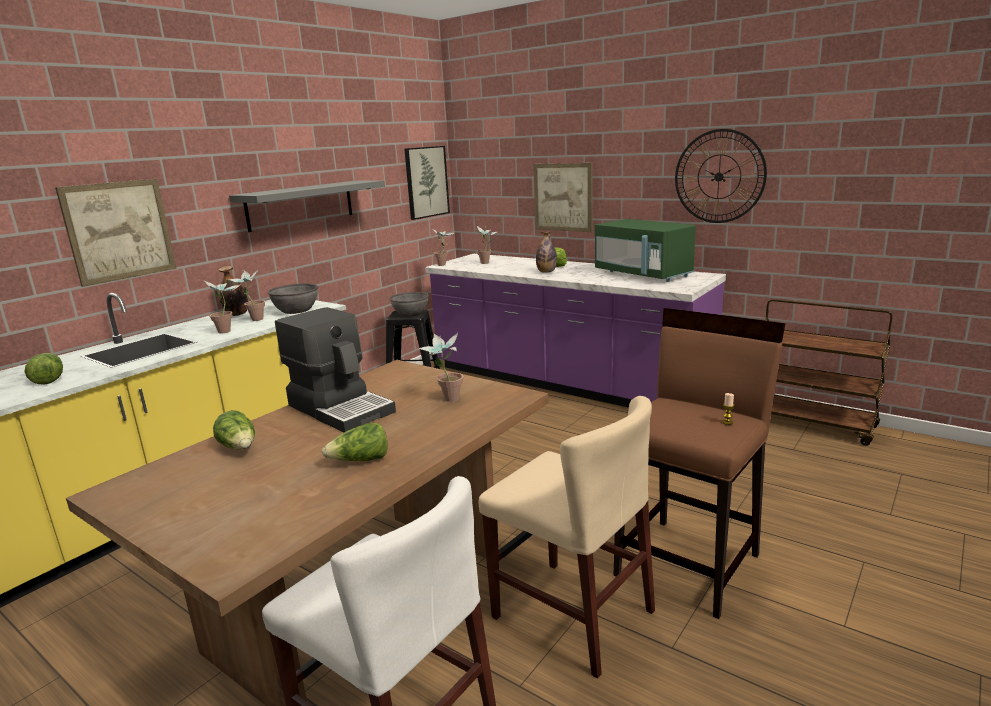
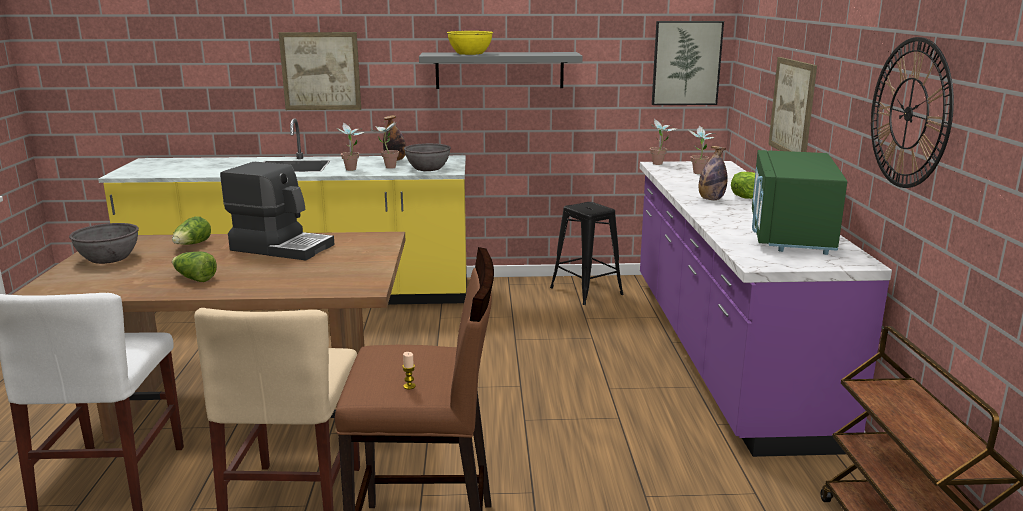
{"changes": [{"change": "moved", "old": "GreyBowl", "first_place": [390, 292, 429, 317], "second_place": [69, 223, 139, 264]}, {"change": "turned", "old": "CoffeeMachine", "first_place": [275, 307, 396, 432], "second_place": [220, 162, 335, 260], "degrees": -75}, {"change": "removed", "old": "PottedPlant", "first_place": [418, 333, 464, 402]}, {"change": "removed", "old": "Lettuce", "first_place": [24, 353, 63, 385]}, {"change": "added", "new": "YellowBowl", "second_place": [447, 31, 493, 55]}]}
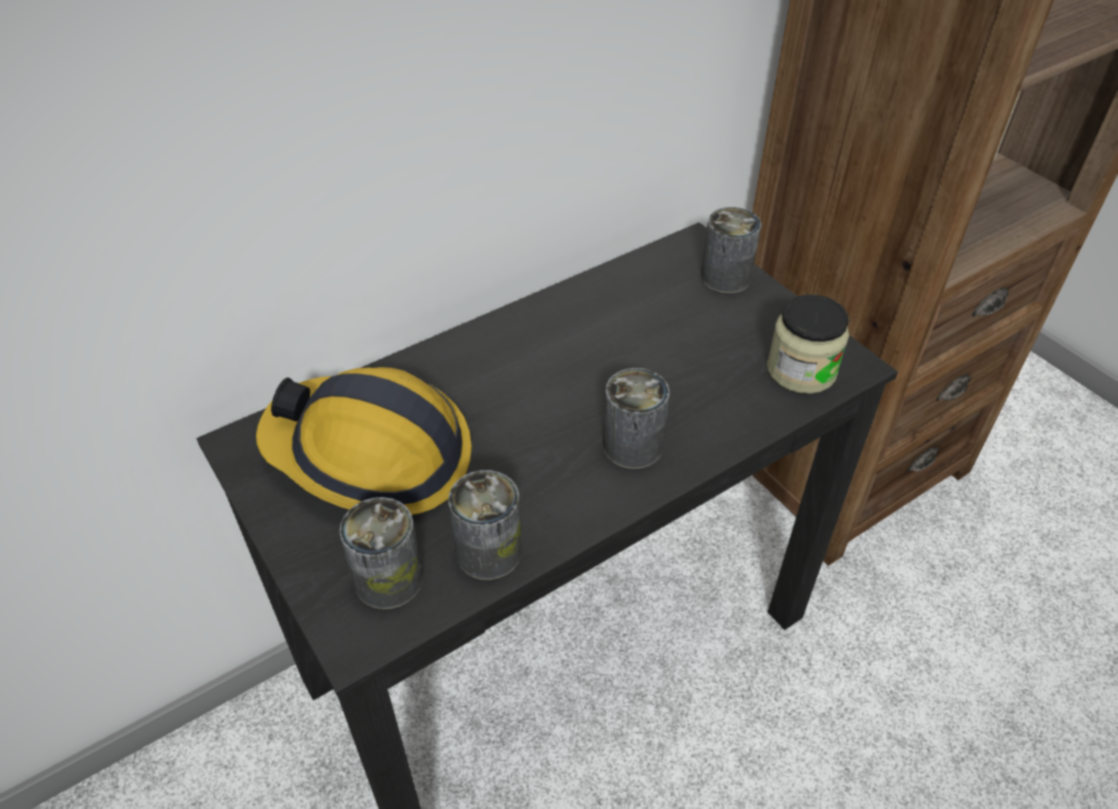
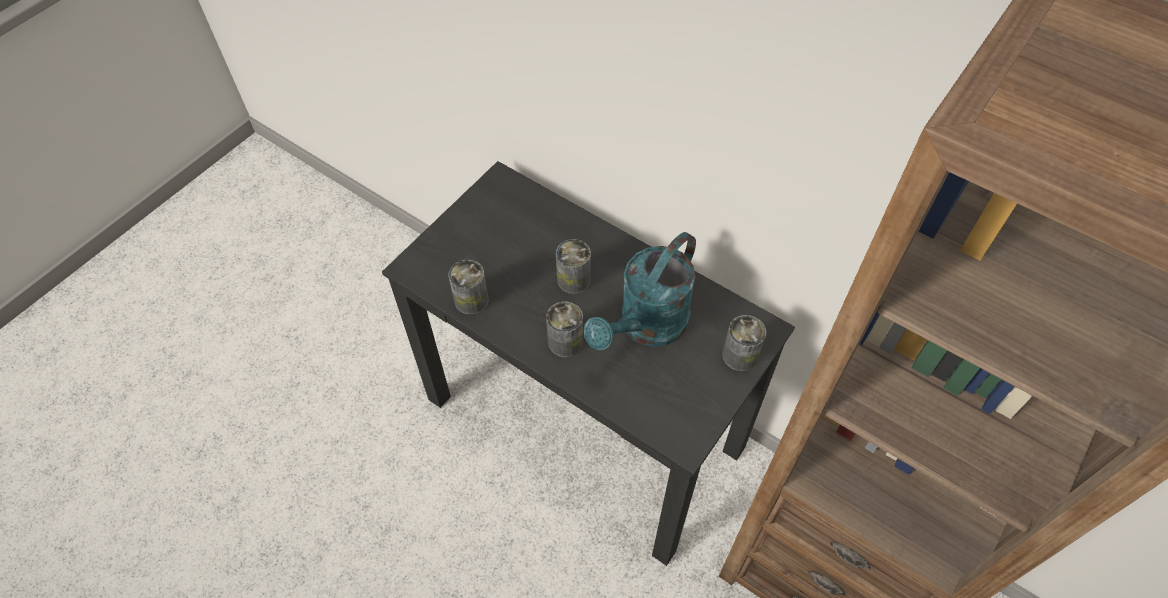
{"changes": [{"change": "removed", "old": "Jar", "first_place": [767, 294, 849, 394]}, {"change": "removed", "old": "HardHat", "first_place": [256, 367, 472, 515]}, {"change": "moved", "old": "Can", "first_place": [339, 497, 423, 610], "second_place": [556, 239, 591, 294]}, {"change": "added", "new": "TurquoiseWateringCan", "second_place": [584, 232, 696, 350]}]}
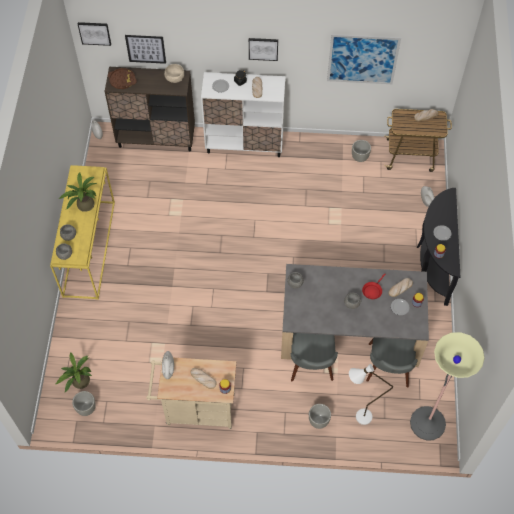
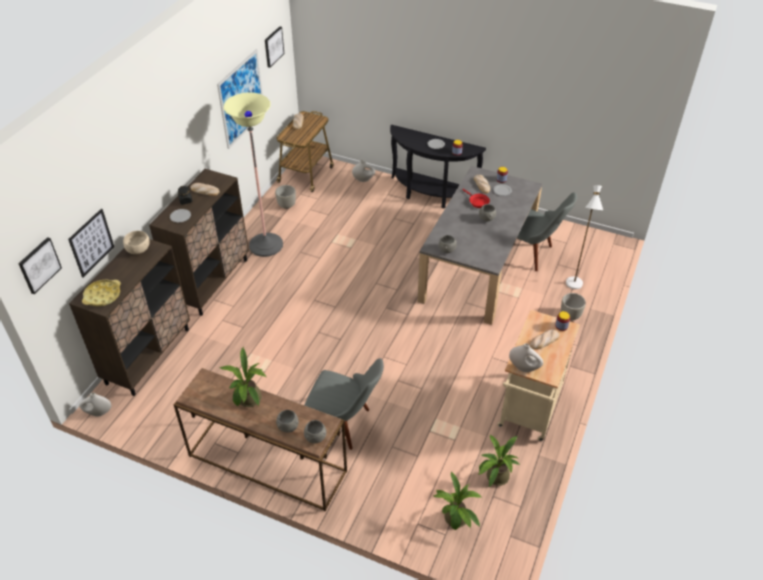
{"changes": [{"change": "moved", "old": "Picture", "first_place": [249, 38, 278, 61], "second_place": [265, 27, 284, 68]}, {"change": "recoloured", "old": "BrownTray", "new": "YellowTray", "first_place": [108, 68, 137, 89], "second_place": [82, 279, 121, 307]}, {"change": "recoloured", "old": "WhiteCabinet", "new": "BrownCabinet", "first_place": [201, 72, 286, 157], "second_place": [149, 169, 249, 316]}, {"change": "recoloured", "old": "YellowConsoleTable", "new": "BrownConsoleTable", "first_place": [50, 165, 115, 300], "second_place": [174, 368, 347, 511]}, {"change": "moved", "old": "FloorLamp", "first_place": [410, 332, 485, 441], "second_place": [224, 92, 283, 257]}, {"change": "moved", "old": "GreyChair", "first_place": [291, 333, 338, 381], "second_place": [305, 358, 384, 450]}, {"change": "removed", "old": "GreyPlanter", "first_place": [72, 391, 96, 416]}, {"change": "added", "new": "PottedPlant", "second_place": [478, 435, 520, 487]}]}
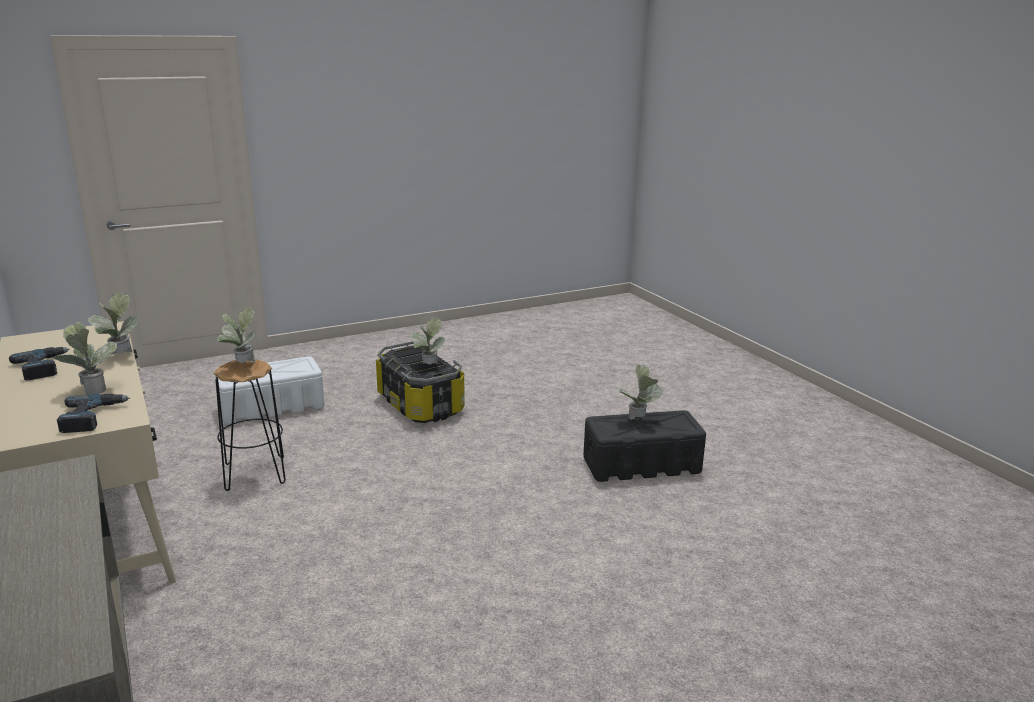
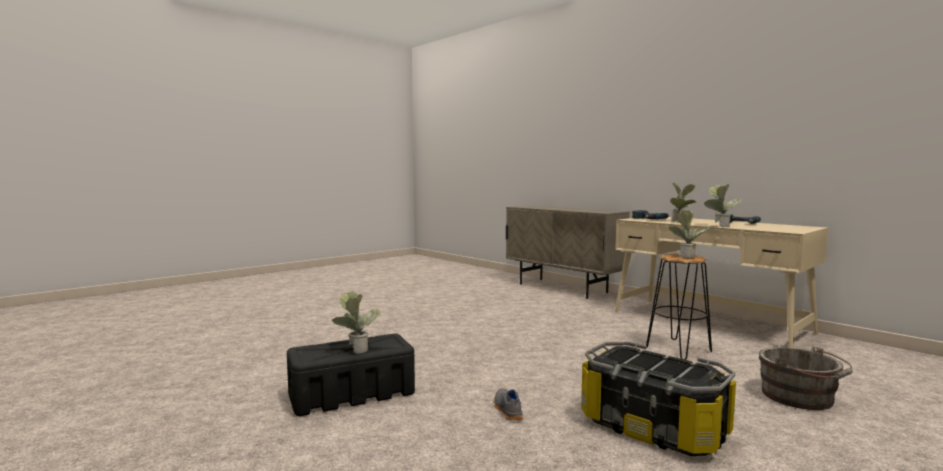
{"changes": [{"change": "removed", "old": "PottedPlant", "first_place": [411, 317, 445, 365]}, {"change": "replaced", "old": "WhiteStorageBox", "new": "GreyBucket", "first_place": [215, 356, 325, 425], "second_place": [759, 345, 853, 410]}, {"change": "added", "new": "GreyShoe", "second_place": [494, 388, 523, 420]}]}
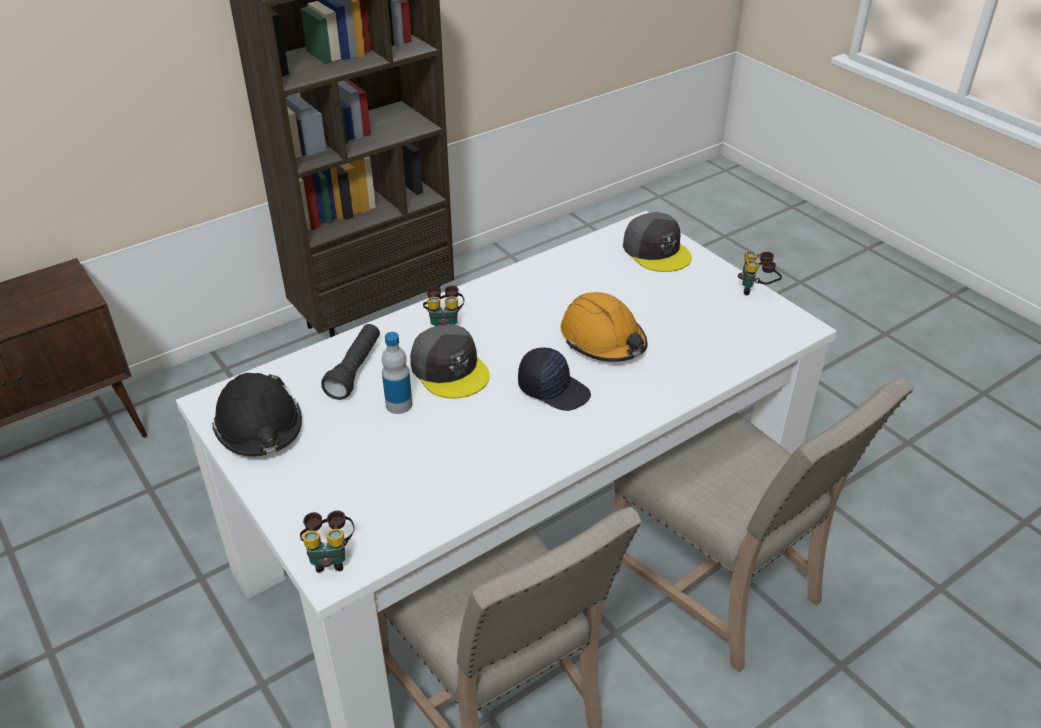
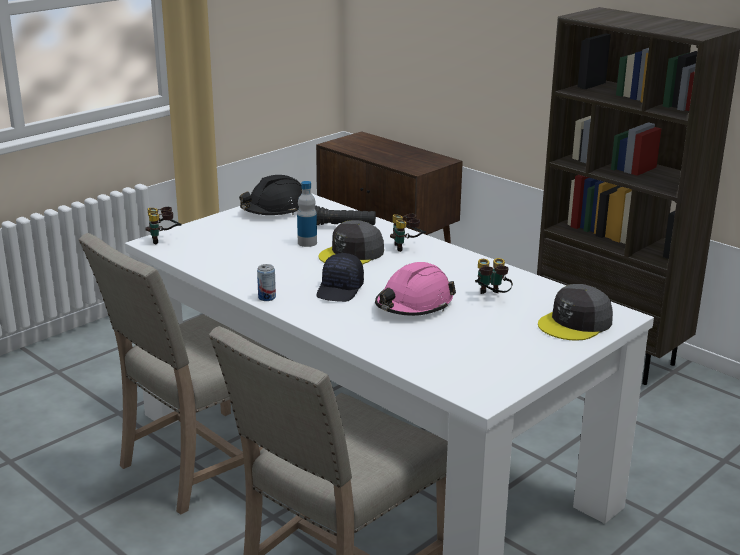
{"changes": [{"change": "moved", "old": "Binoculars", "first_place": [738, 251, 782, 296], "second_place": [475, 258, 513, 294]}, {"change": "recoloured", "old": "OrangeHardHat", "new": "PinkHardHat", "first_place": [561, 292, 648, 362], "second_place": [375, 262, 456, 316]}, {"change": "added", "new": "Can", "second_place": [257, 264, 276, 301]}]}
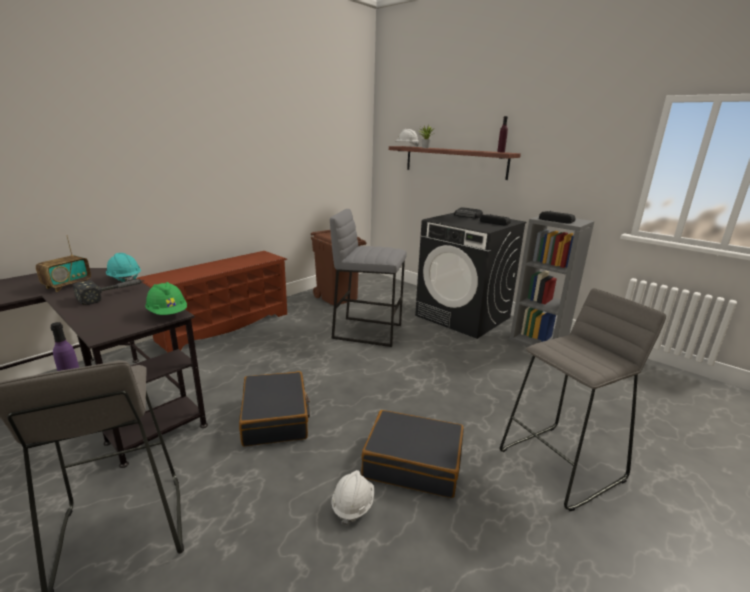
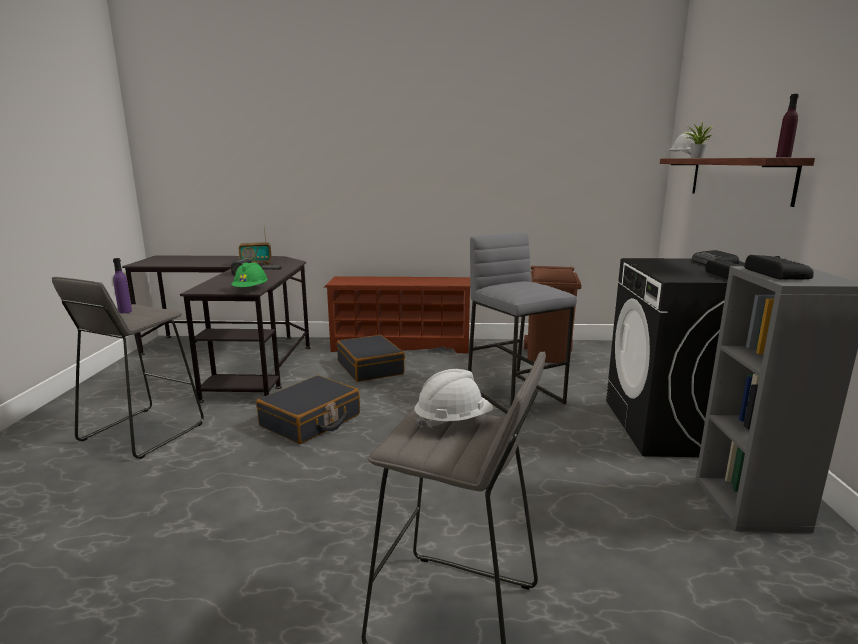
{"changes": [{"change": "removed", "old": "TurquoiseHardHat", "first_place": [106, 253, 141, 282]}, {"change": "moved", "old": "BlackSuitcase", "first_place": [361, 410, 464, 498], "second_place": [337, 335, 405, 382]}, {"change": "moved", "old": "WhiteHardHat", "first_place": [331, 470, 374, 526], "second_place": [414, 369, 493, 429]}]}
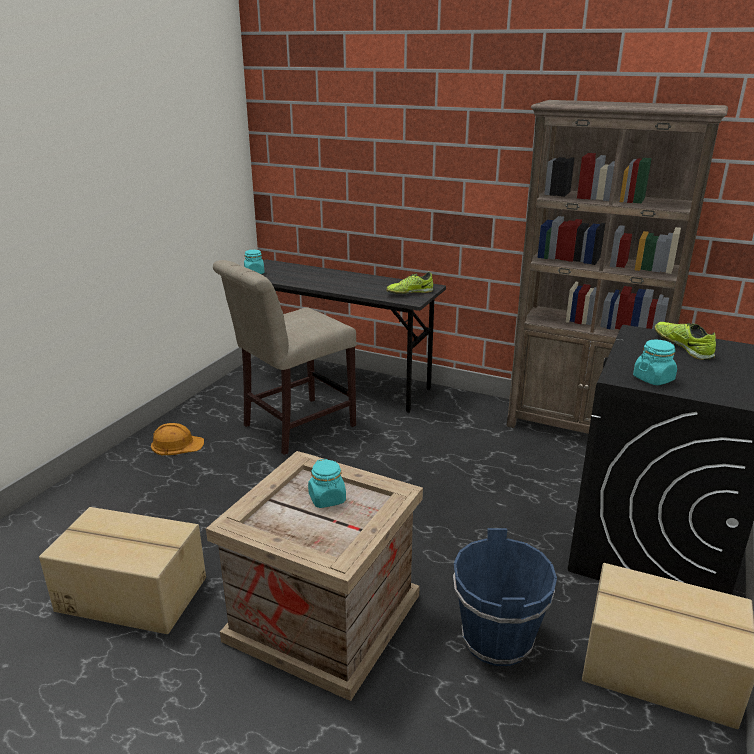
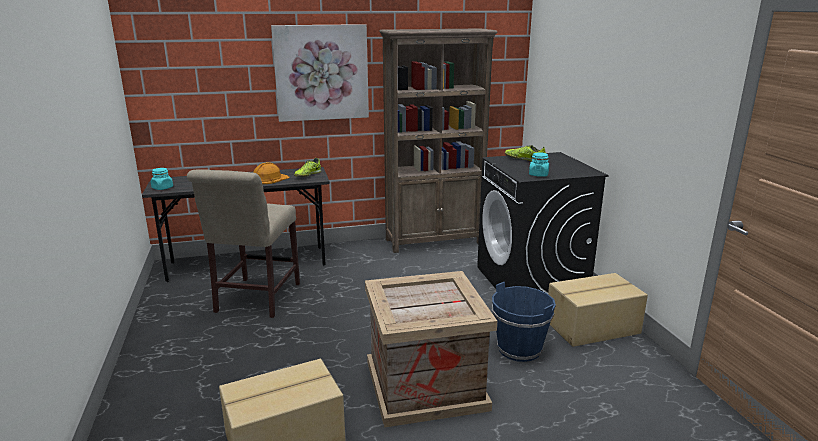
{"changes": [{"change": "moved", "old": "OrangeHardHat", "first_place": [151, 423, 204, 455], "second_place": [253, 162, 289, 184]}, {"change": "removed", "old": "TurquoiseJar", "first_place": [308, 459, 346, 508]}, {"change": "added", "new": "Picture", "second_place": [271, 24, 369, 122]}]}
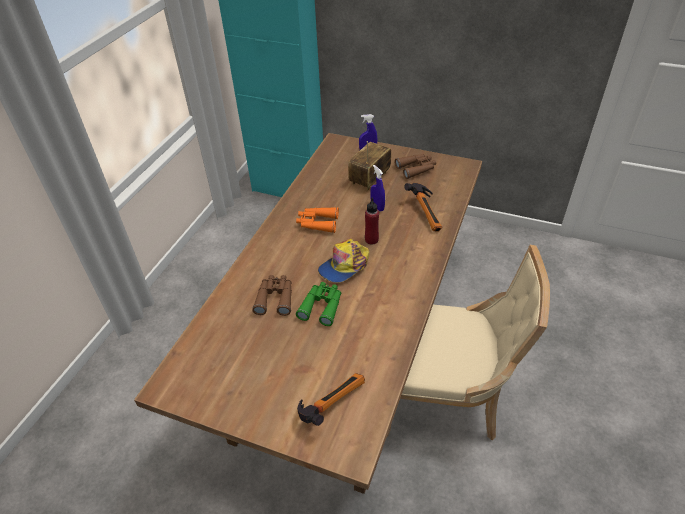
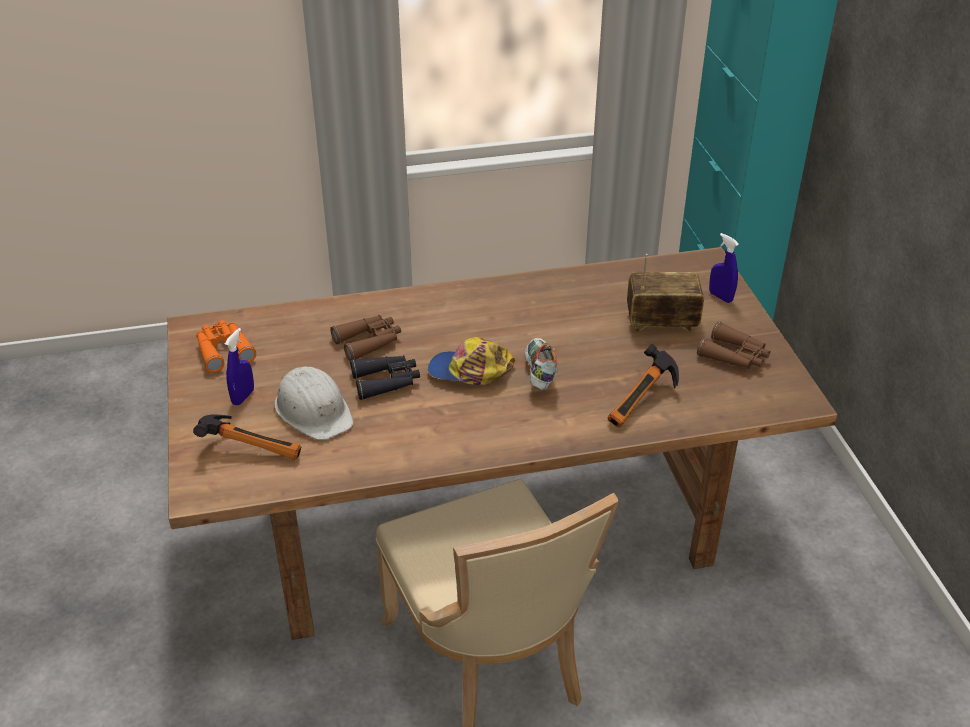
{"changes": [{"change": "moved", "old": "BlueSprayBottle", "first_place": [370, 165, 385, 211], "second_place": [225, 328, 254, 405]}, {"change": "replaced", "old": "RedBottle", "new": "Shoe", "first_place": [365, 198, 379, 245], "second_place": [524, 338, 557, 390]}, {"change": "moved", "old": "OrangeBinoculars", "first_place": [296, 207, 339, 233], "second_place": [196, 320, 256, 373]}, {"change": "recoloured", "old": "GreenBinoculars", "new": "BlackBinoculars", "first_place": [296, 282, 341, 326], "second_place": [350, 355, 420, 400]}, {"change": "added", "new": "WhiteHardHat", "second_place": [275, 366, 354, 440]}]}
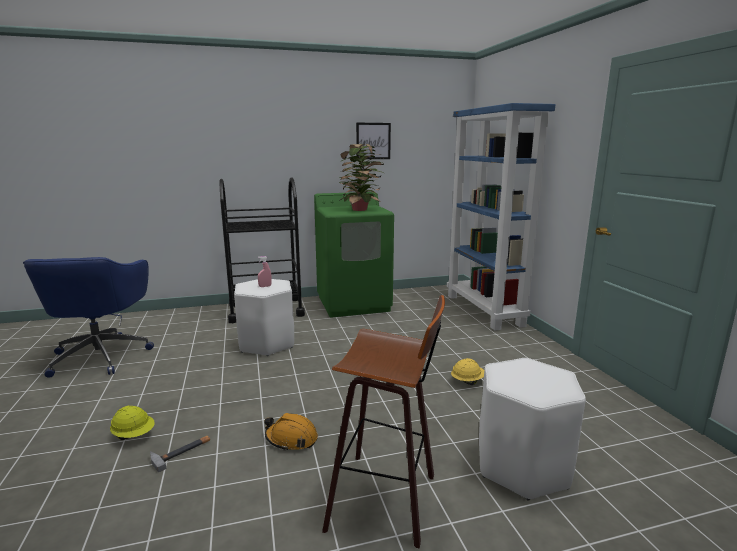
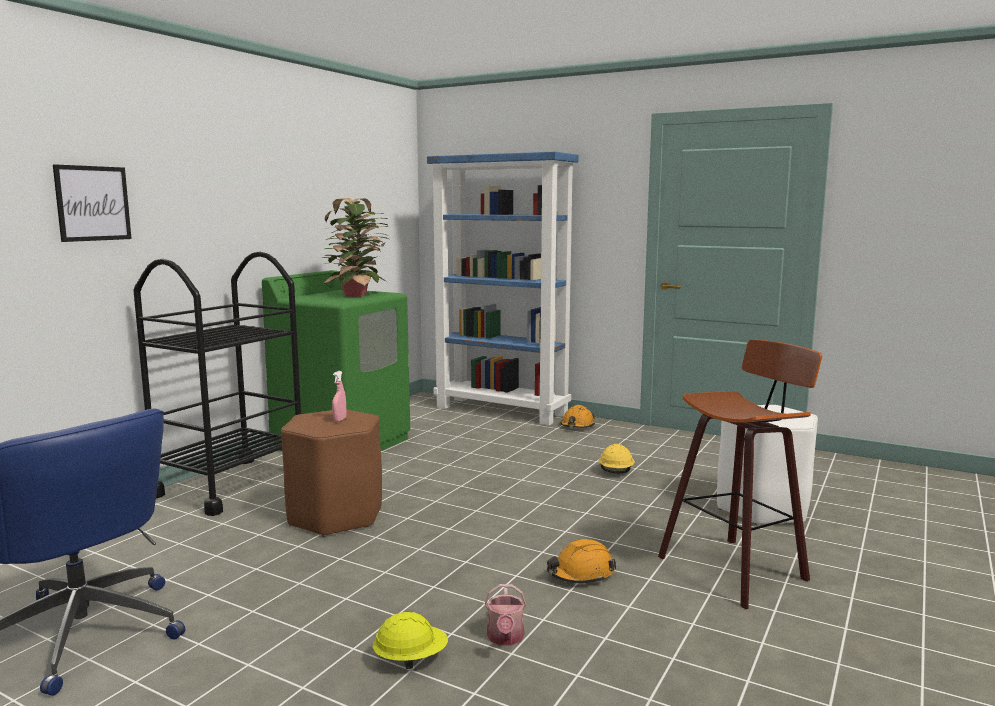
{"changes": [{"change": "moved", "old": "Picture", "first_place": [356, 123, 391, 159], "second_place": [53, 164, 132, 242]}, {"change": "recoloured", "old": "WhiteStool", "new": "BrownStool", "first_place": [234, 279, 294, 356], "second_place": [281, 409, 382, 537]}, {"change": "replaced", "old": "Hammer", "new": "WateringCan", "first_place": [150, 436, 210, 472], "second_place": [485, 584, 527, 646]}, {"change": "added", "new": "OrangeHardHat", "second_place": [561, 405, 595, 428]}]}
